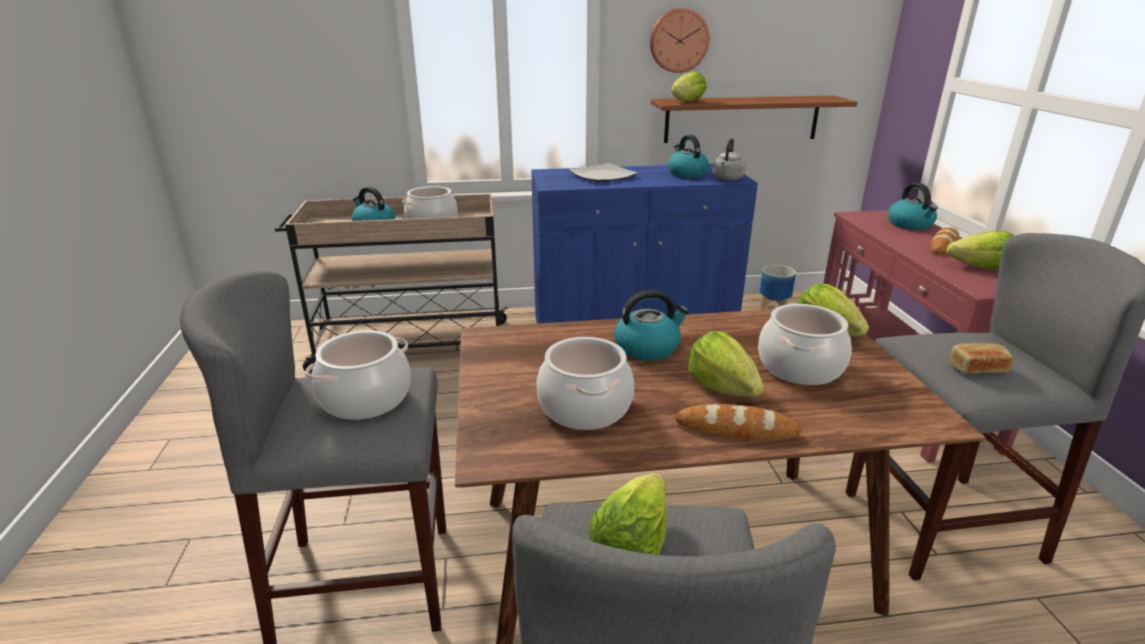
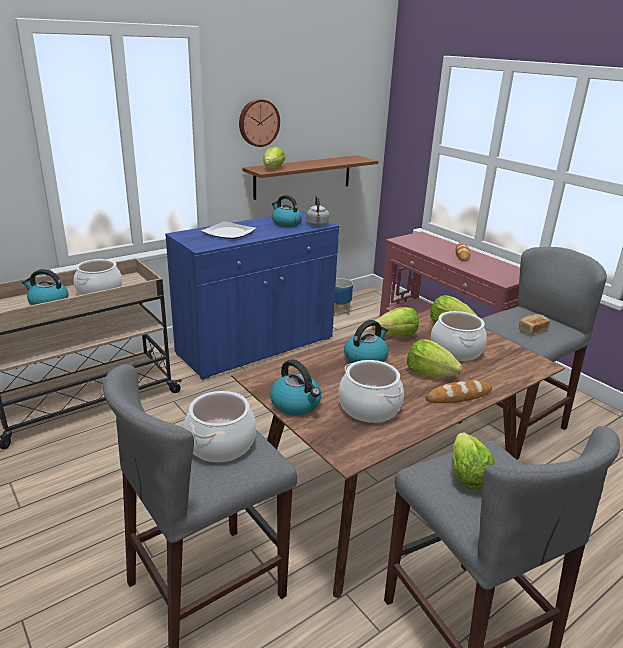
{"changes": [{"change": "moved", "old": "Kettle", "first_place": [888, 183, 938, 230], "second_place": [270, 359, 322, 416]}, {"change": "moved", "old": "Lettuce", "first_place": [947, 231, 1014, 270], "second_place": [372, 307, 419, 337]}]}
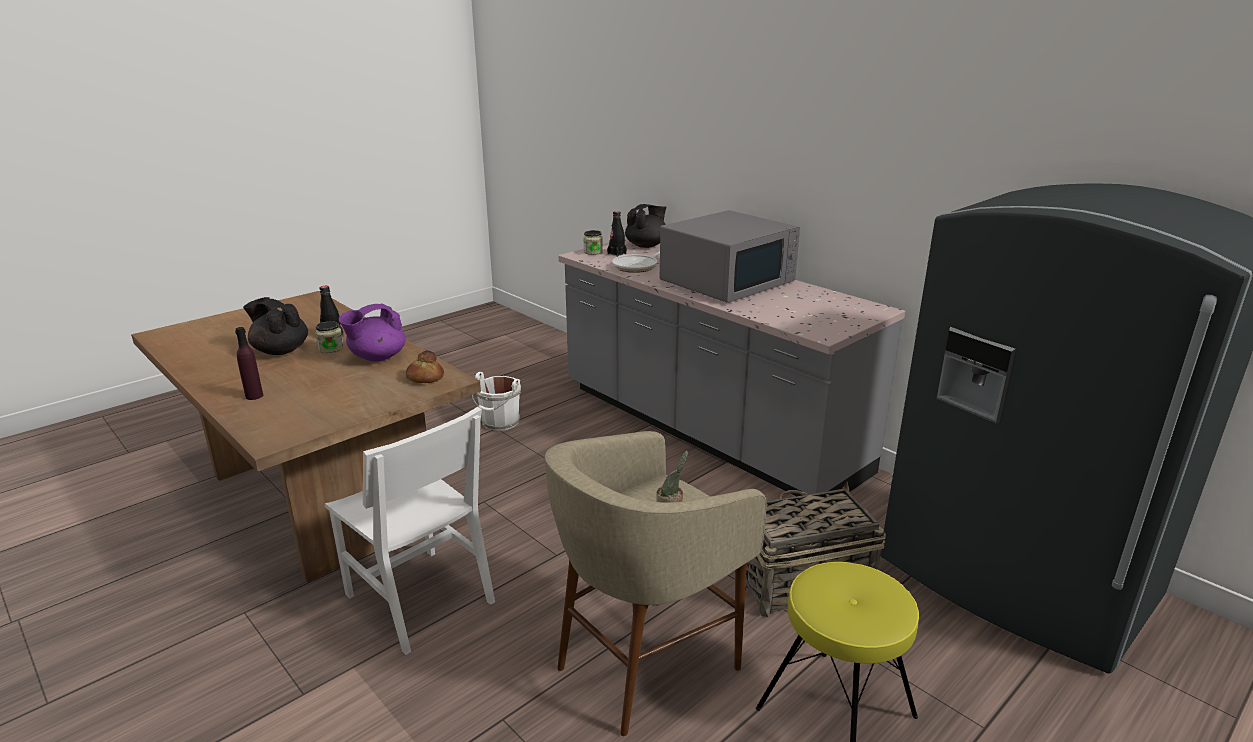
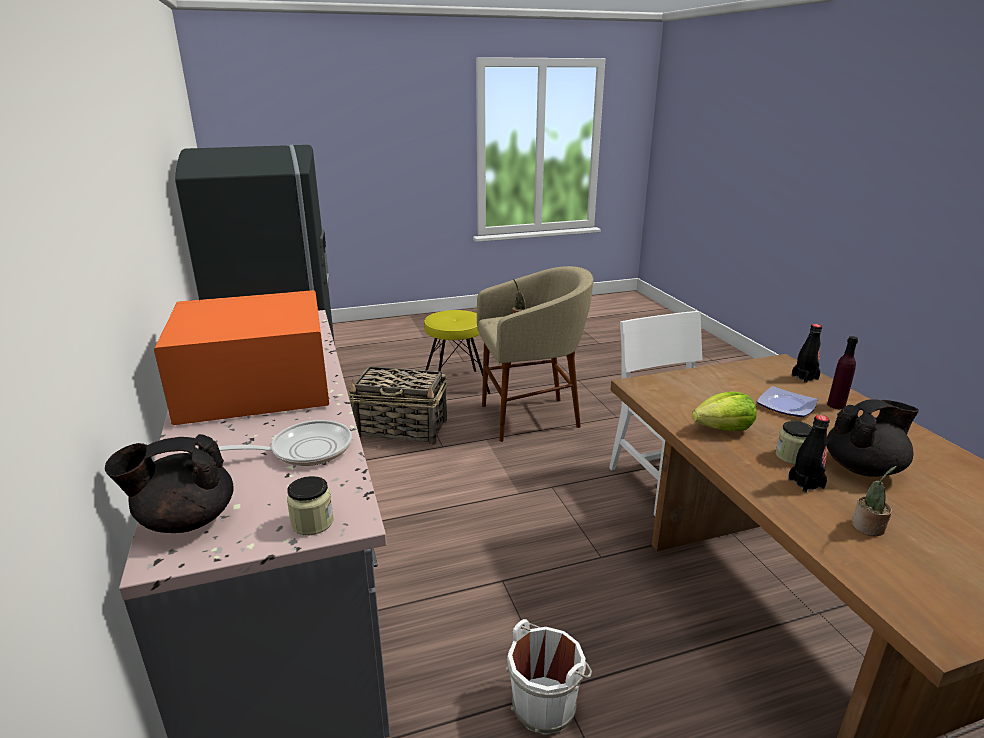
{"changes": [{"change": "recoloured", "old": "GreyMicrowave", "new": "OrangeMicrowave", "first_place": [660, 210, 800, 303], "second_place": [154, 290, 329, 425]}, {"change": "moved", "old": "BlackBottle", "first_place": [607, 211, 627, 257], "second_place": [791, 324, 822, 383]}, {"change": "turned", "old": "BlackTeapot", "first_place": [243, 297, 308, 355], "second_place": [826, 399, 919, 477], "degrees": -75}, {"change": "replaced", "old": "PurpleTeapot", "new": "Lettuce", "first_place": [339, 304, 406, 361], "second_place": [692, 392, 757, 431]}, {"change": "removed", "old": "Bread", "first_place": [406, 350, 444, 383]}, {"change": "added", "new": "Plate", "second_place": [757, 386, 818, 417]}, {"change": "added", "new": "PottedPlant", "second_place": [852, 466, 897, 536]}]}
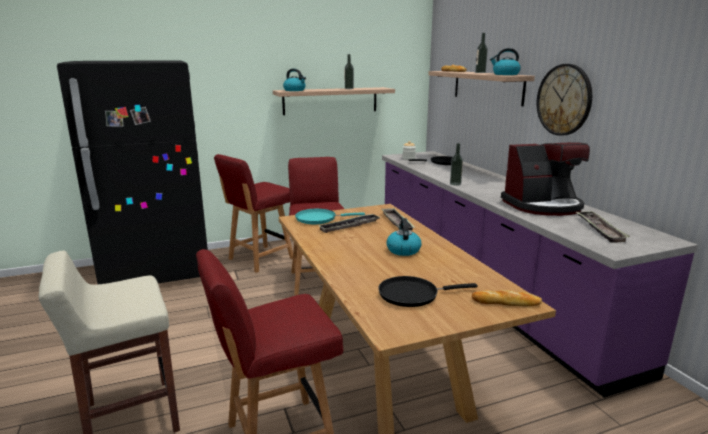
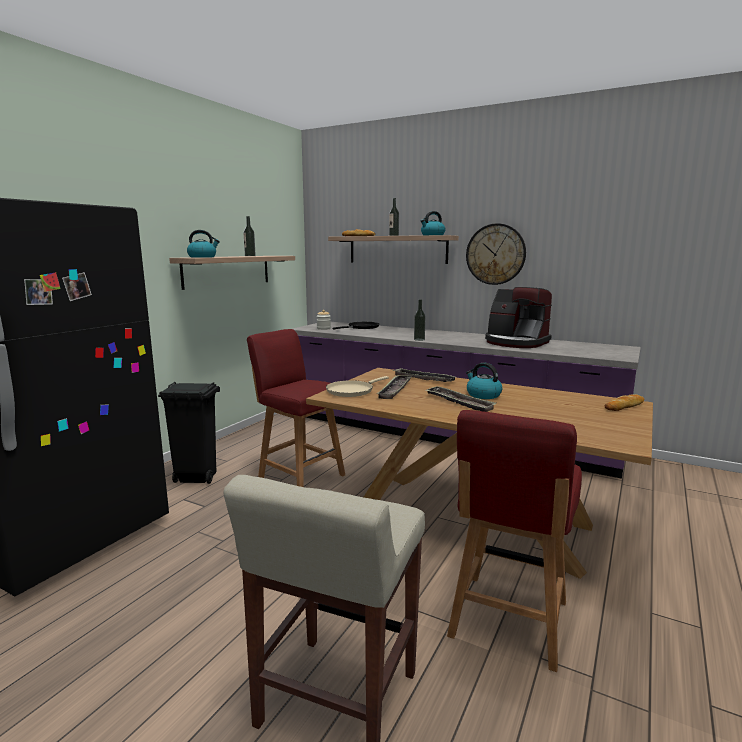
{"changes": [{"change": "turned", "old": "CoffeeMachine", "first_place": [501, 142, 590, 216], "second_place": [485, 287, 552, 348], "degrees": 90}, {"change": "replaced", "old": "RedChair", "new": "BlackTrashCan", "first_place": [214, 154, 293, 273], "second_place": [158, 382, 220, 484]}, {"change": "recoloured", "old": "TurquoiseFryingPan", "new": "BeigeFryingPan", "first_place": [295, 208, 365, 224], "second_place": [326, 376, 389, 397]}, {"change": "moved", "old": "Tray", "first_place": [576, 211, 630, 243], "second_place": [426, 386, 497, 412]}, {"change": "removed", "old": "BlackFryingPan", "first_place": [378, 276, 478, 307]}]}
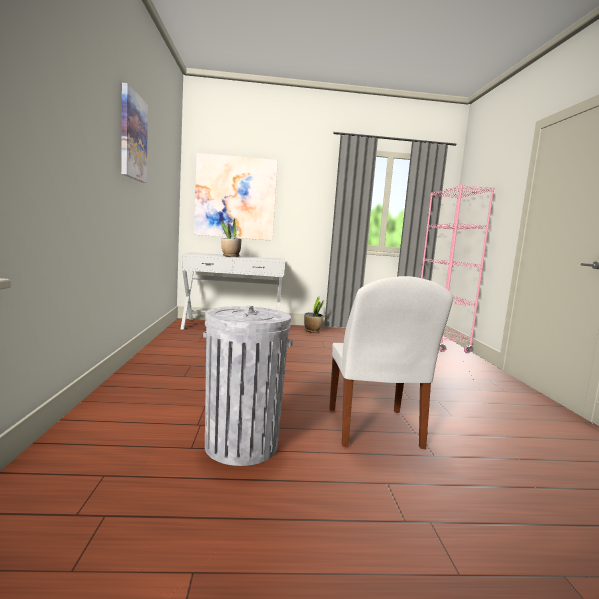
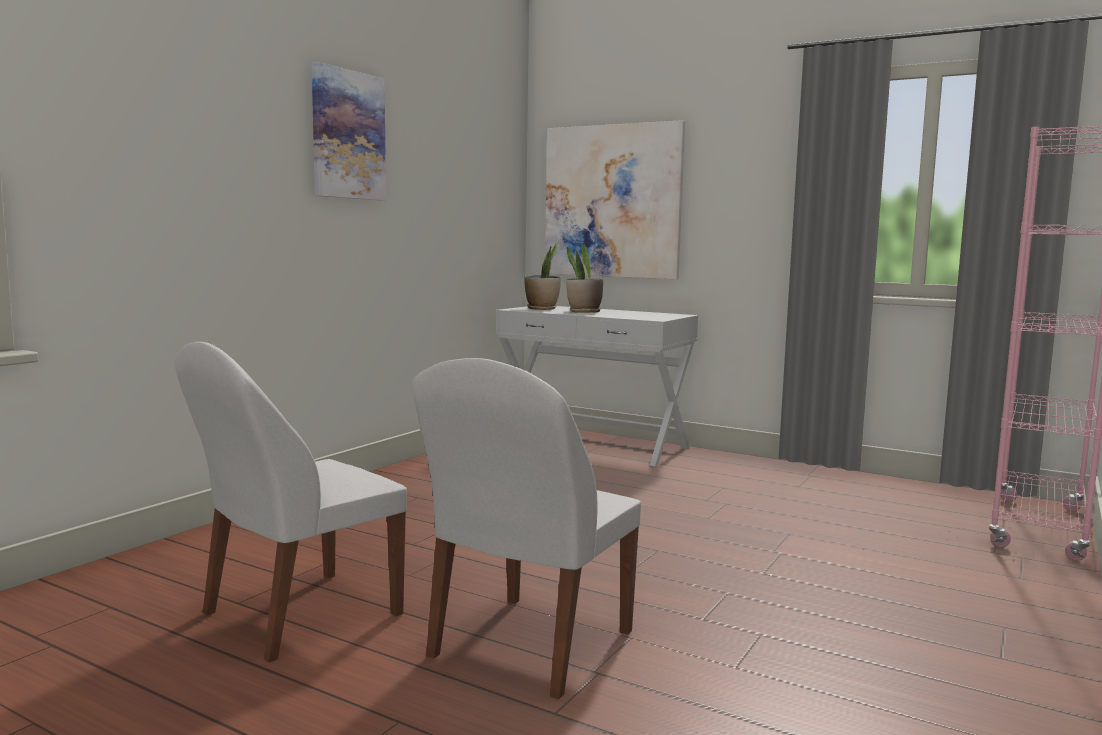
{"changes": [{"change": "moved", "old": "PottedPlant", "first_place": [304, 296, 324, 333], "second_place": [524, 242, 561, 310]}, {"change": "replaced", "old": "GreyTrashCan", "new": "WhiteChair", "first_place": [203, 306, 293, 466], "second_place": [175, 342, 407, 663]}]}
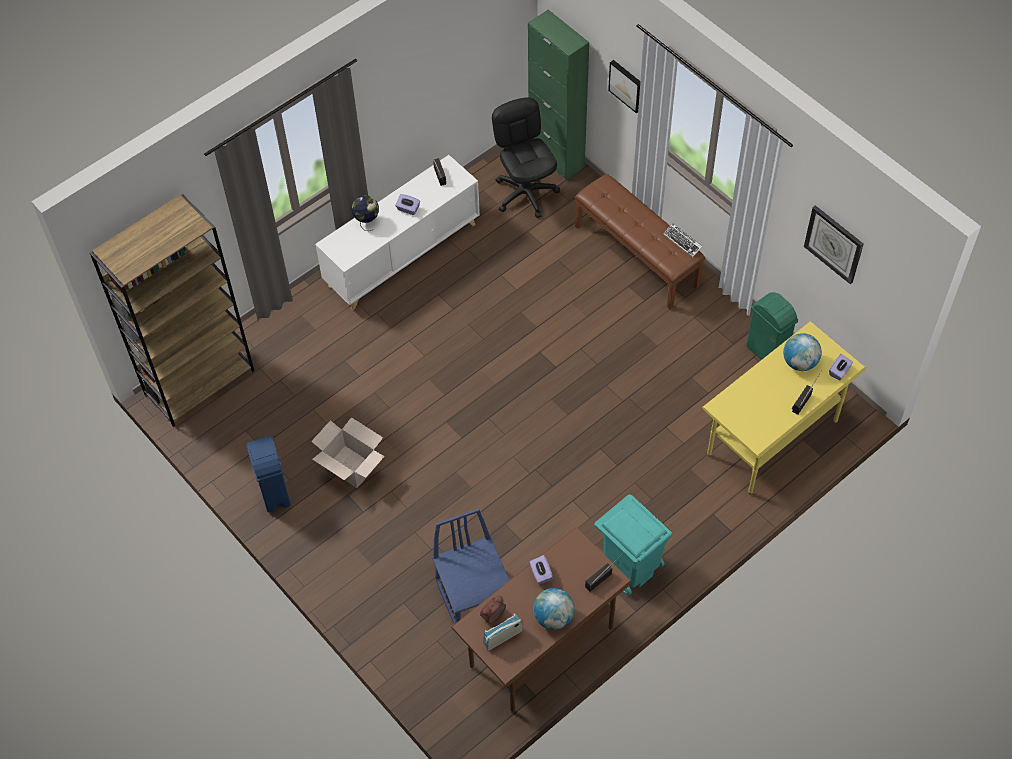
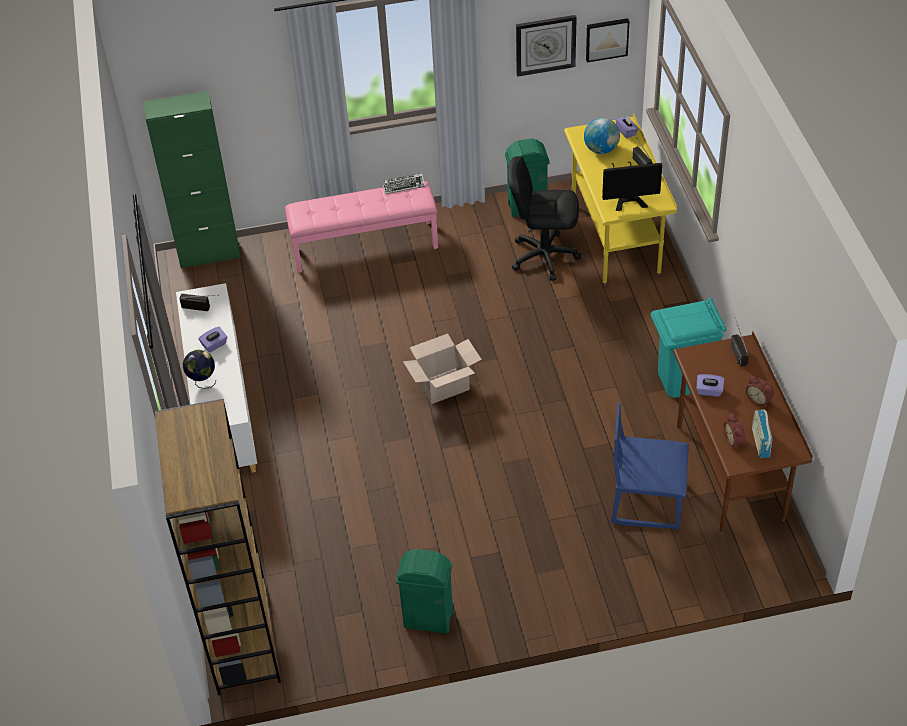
{"changes": [{"change": "moved", "old": "Picture", "first_place": [608, 60, 640, 114], "second_place": [586, 18, 629, 63]}, {"change": "moved", "old": "BlackOfficeChair", "first_place": [492, 97, 560, 218], "second_place": [508, 156, 581, 281]}, {"change": "recoloured", "old": "BrownBench", "new": "PinkBench", "first_place": [575, 174, 705, 309], "second_place": [285, 181, 438, 273]}, {"change": "moved", "old": "CardboardBox", "first_place": [311, 417, 385, 488], "second_place": [403, 334, 482, 404]}, {"change": "recoloured", "old": "BlueTrashCan", "new": "GreenTrashCan", "first_place": [246, 436, 291, 513], "second_place": [396, 549, 453, 634]}, {"change": "replaced", "old": "Globe", "new": "AlarmClock", "first_place": [533, 588, 575, 630], "second_place": [746, 376, 774, 406]}, {"change": "added", "new": "Monitor", "second_place": [602, 162, 662, 211]}]}
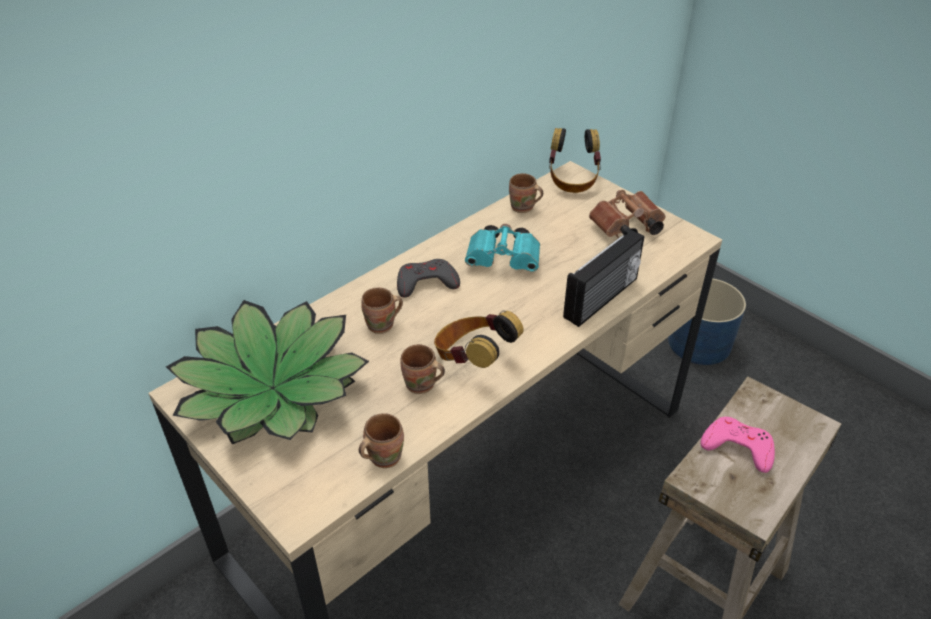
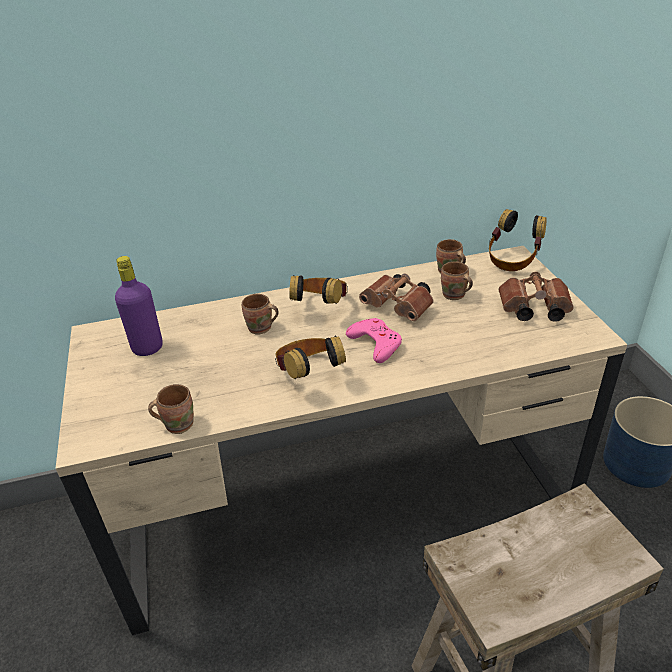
{"changes": [{"change": "recoloured", "old": "TurquoiseBinoculars", "new": "BrownBinoculars", "first_place": [465, 224, 540, 272], "second_place": [359, 274, 434, 321]}, {"change": "removed", "old": "Radio", "first_place": [563, 229, 644, 327]}, {"change": "replaced", "old": "GreyGameController", "new": "Headphones", "first_place": [397, 259, 460, 297], "second_place": [289, 275, 348, 304]}, {"change": "replaced", "old": "PottedPlant", "new": "PurpleBottle", "first_place": [166, 300, 369, 444], "second_place": [115, 256, 163, 356]}, {"change": "moved", "old": "BrownMug", "first_place": [400, 344, 445, 394], "second_place": [441, 261, 473, 300]}, {"change": "moved", "old": "PinkGameController", "first_place": [701, 417, 775, 473], "second_place": [346, 318, 402, 363]}]}
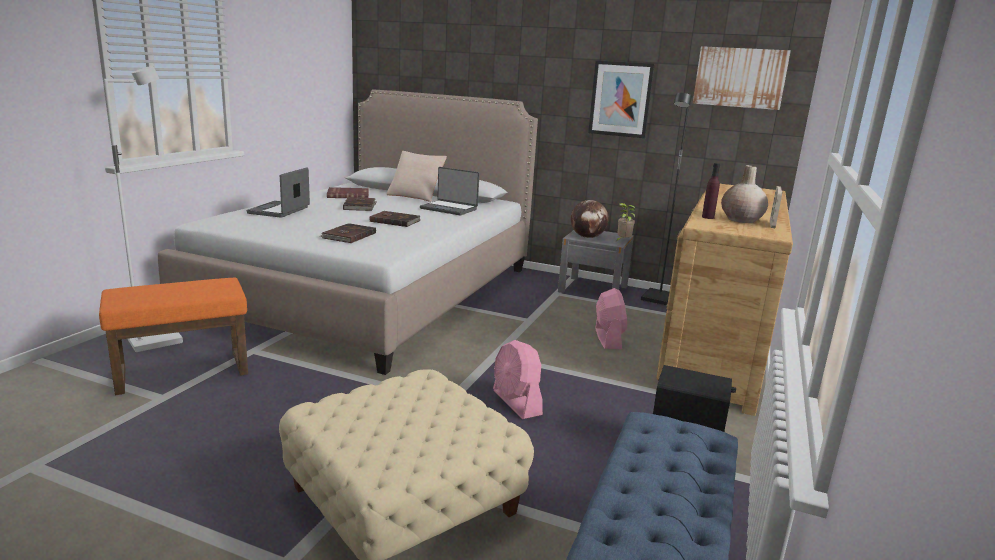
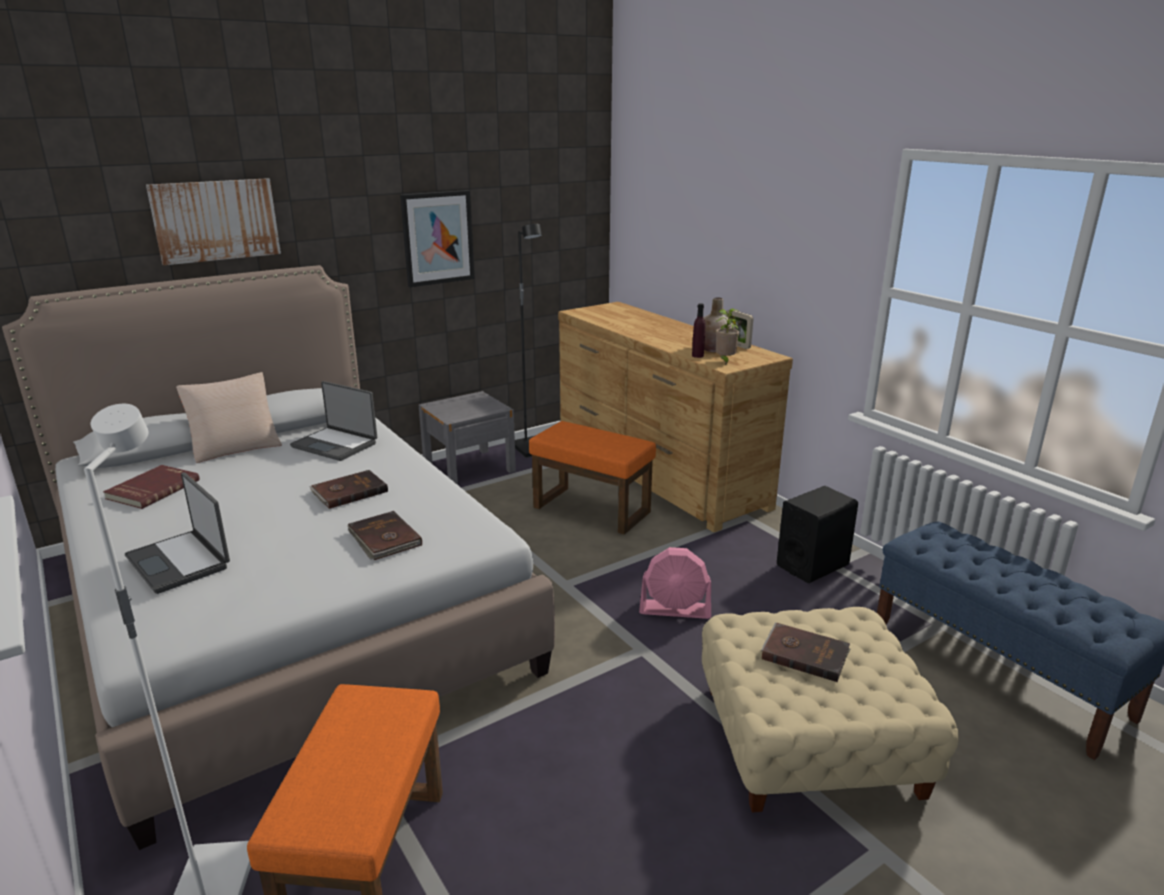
{"changes": [{"change": "moved", "old": "Picture", "first_place": [693, 46, 791, 110], "second_place": [146, 178, 281, 265]}, {"change": "turned", "old": "Laptop", "first_place": [420, 167, 480, 215], "second_place": [290, 381, 377, 461], "degrees": 60}, {"change": "moved", "old": "BrownBook", "first_place": [343, 197, 377, 211], "second_place": [761, 622, 850, 682]}, {"change": "removed", "old": "Globe", "first_place": [571, 200, 609, 238]}, {"change": "moved", "old": "PottedPlant", "first_place": [615, 203, 636, 242], "second_place": [716, 308, 740, 364]}, {"change": "replaced", "old": "PinkFan", "new": "OrangeOttoman", "first_place": [595, 288, 627, 349], "second_place": [529, 421, 656, 535]}]}
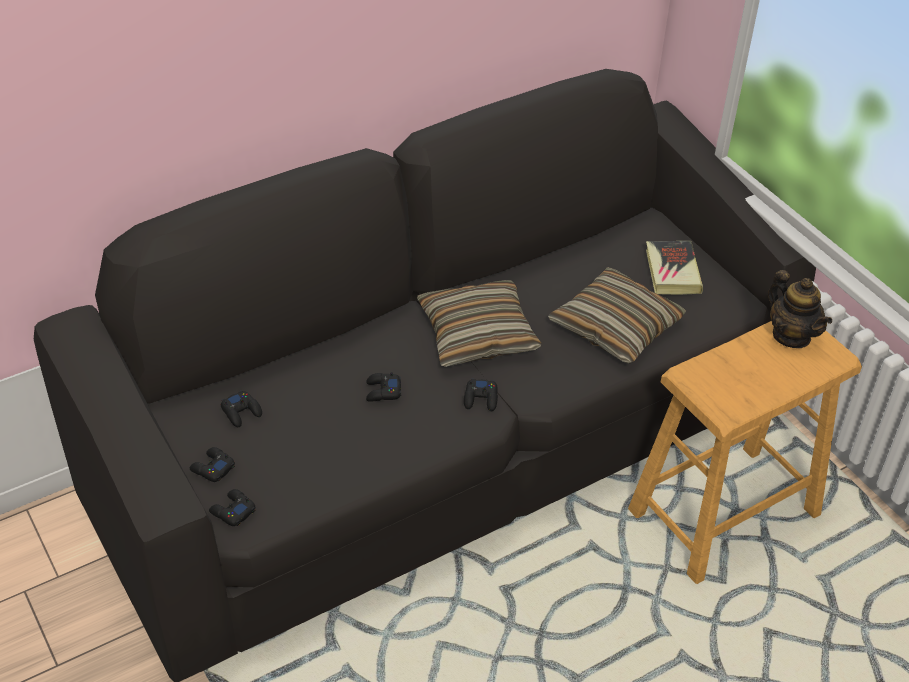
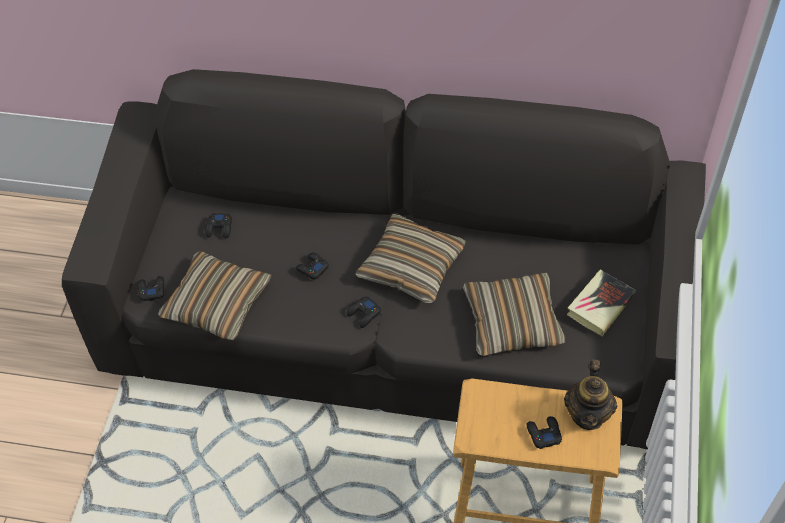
{"changes": [{"change": "moved", "old": "BlackGameController", "first_place": [190, 447, 235, 482], "second_place": [526, 416, 562, 449]}, {"change": "added", "new": "Pillow", "second_place": [158, 251, 272, 340]}]}
